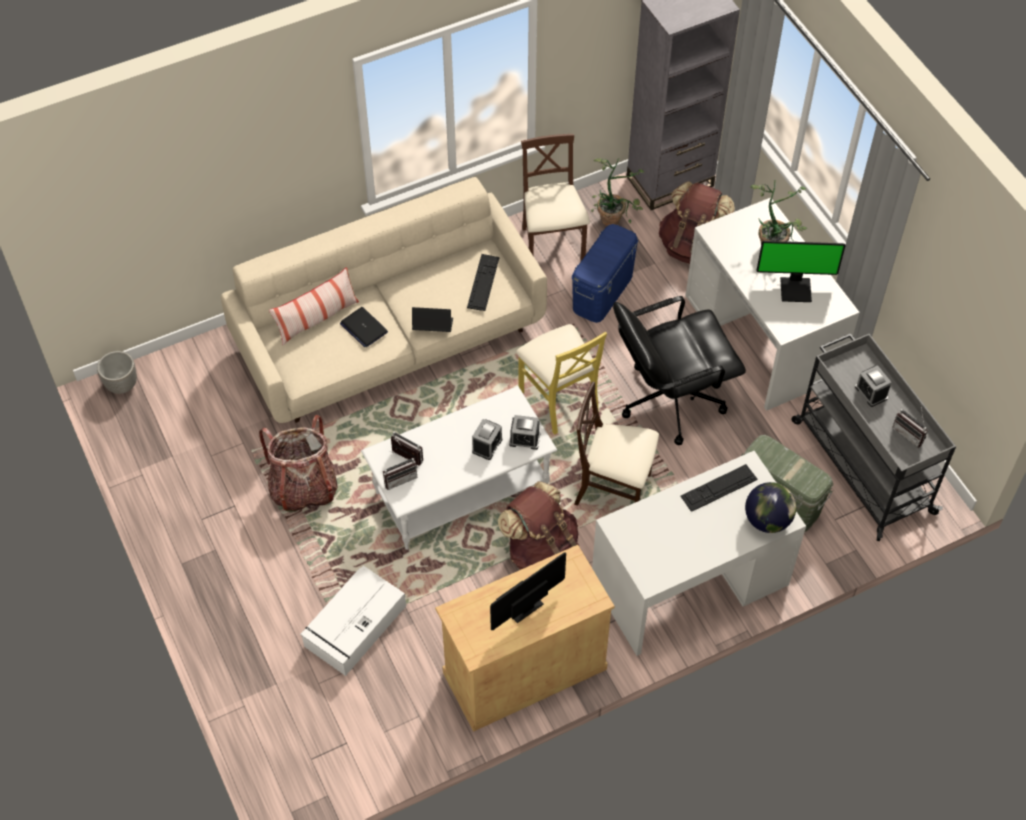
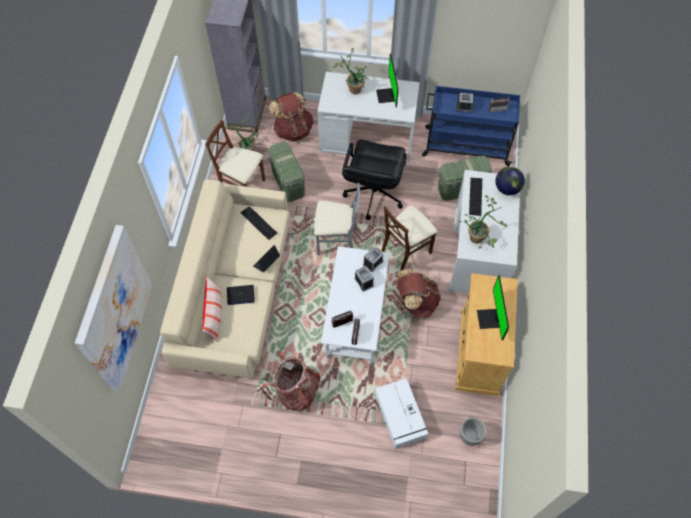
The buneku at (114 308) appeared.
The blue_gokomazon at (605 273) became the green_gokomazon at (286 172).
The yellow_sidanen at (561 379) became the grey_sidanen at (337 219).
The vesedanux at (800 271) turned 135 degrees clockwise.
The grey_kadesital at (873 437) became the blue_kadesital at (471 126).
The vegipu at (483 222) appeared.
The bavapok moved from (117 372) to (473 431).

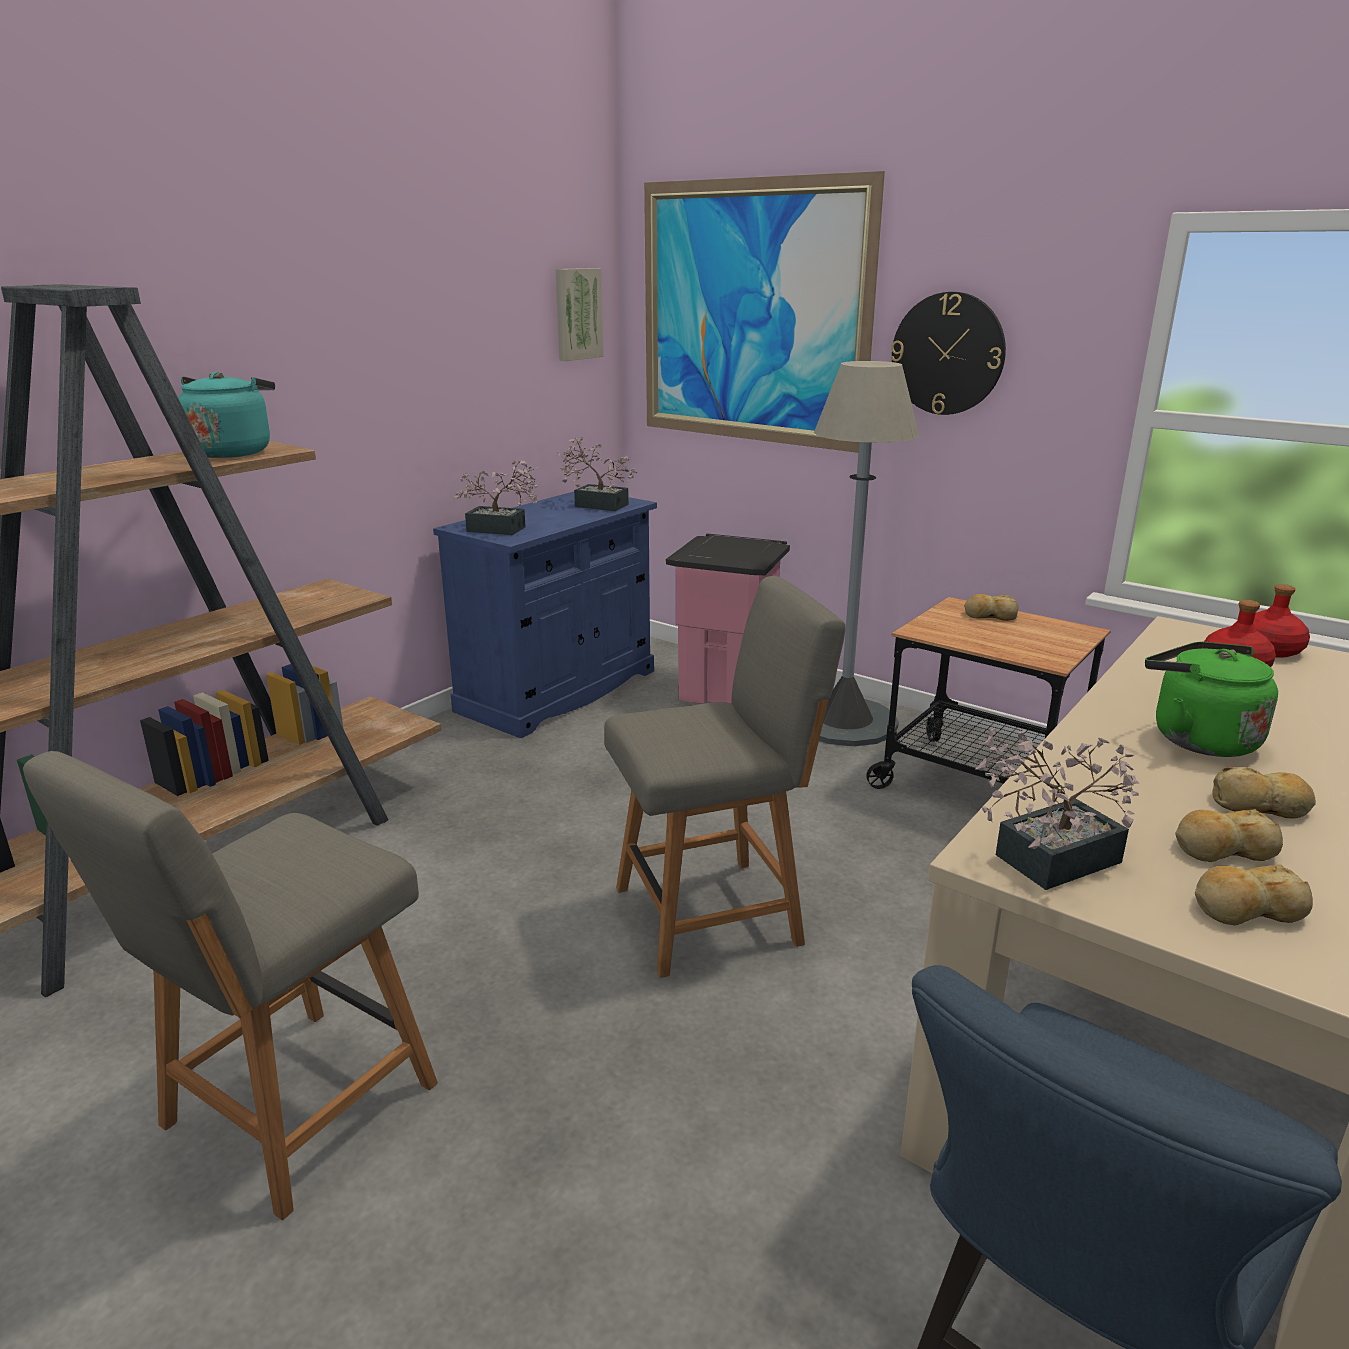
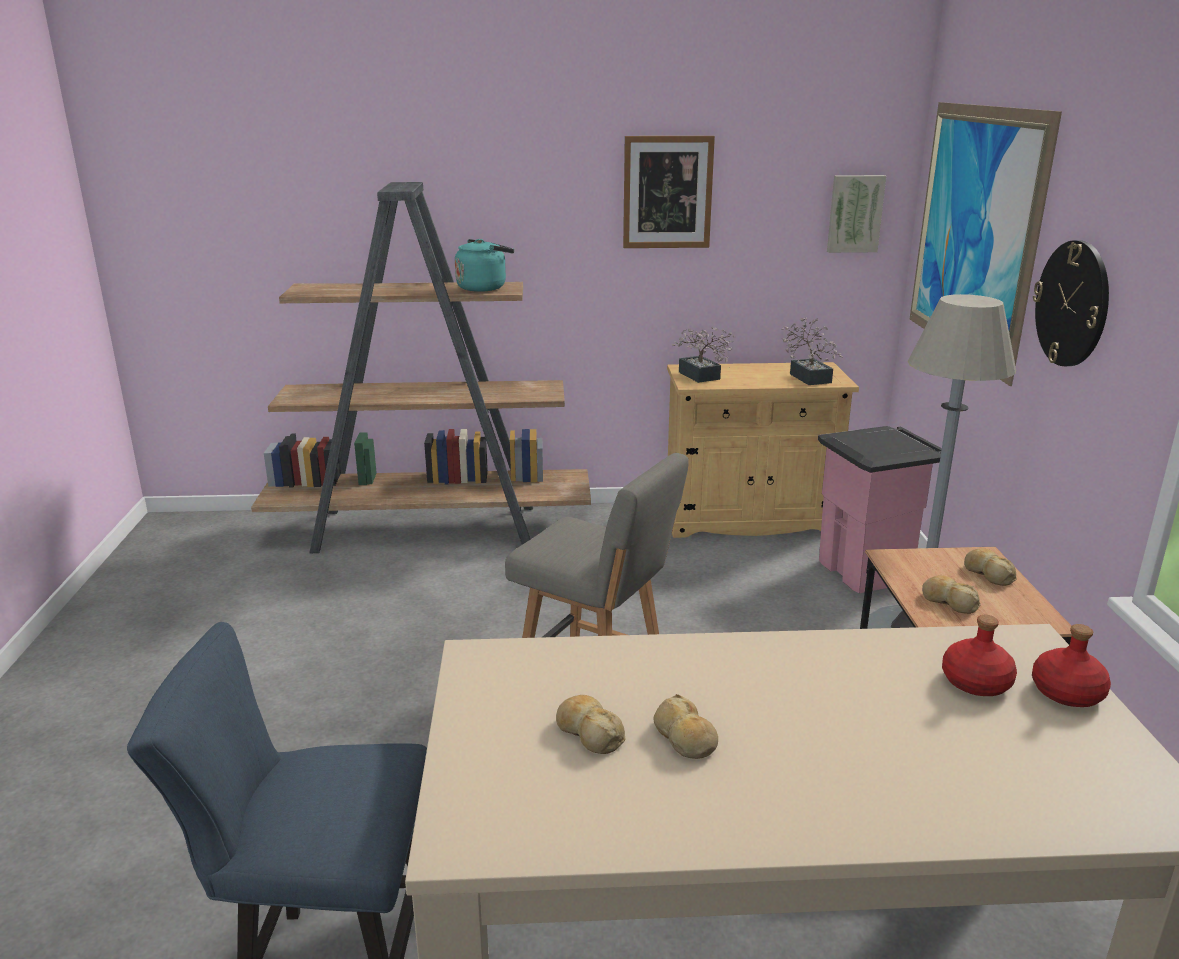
The buneku at (669 192) appeared.
The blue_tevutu at (545 615) became the beige_tevutu at (763 450).
The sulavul moved from (1254 895) to (951 594).
The grey_sidanen at (230 985) disappeared.
The vegipu at (1057 809) disappeared.
The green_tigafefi at (1211 699) disappeared.

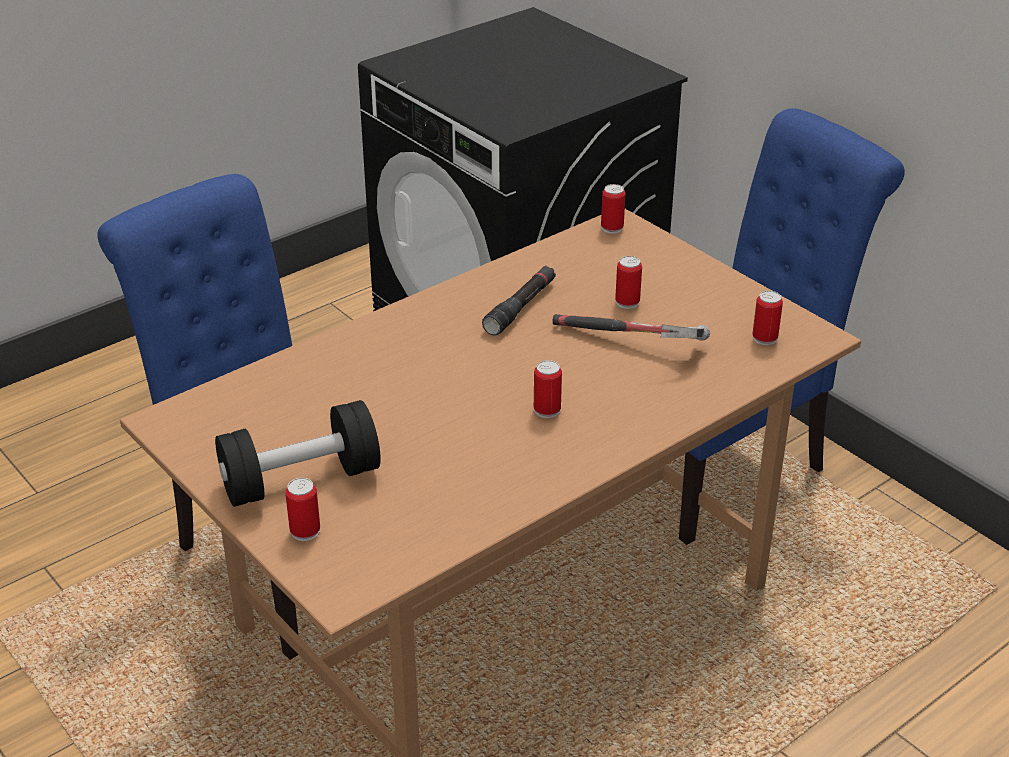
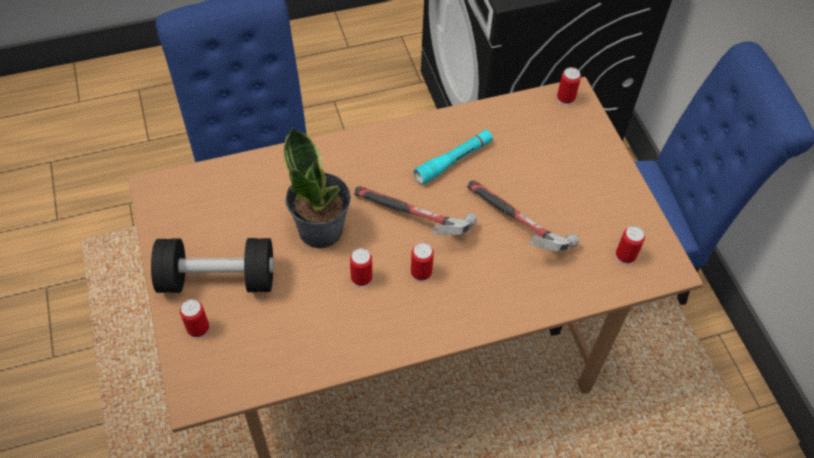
The vegipu at (317 188) appeared.
The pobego moved from (628 282) to (361 267).
The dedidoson at (415 210) appeared.
The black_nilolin at (519 301) became the turquoise_nilolin at (453 157).

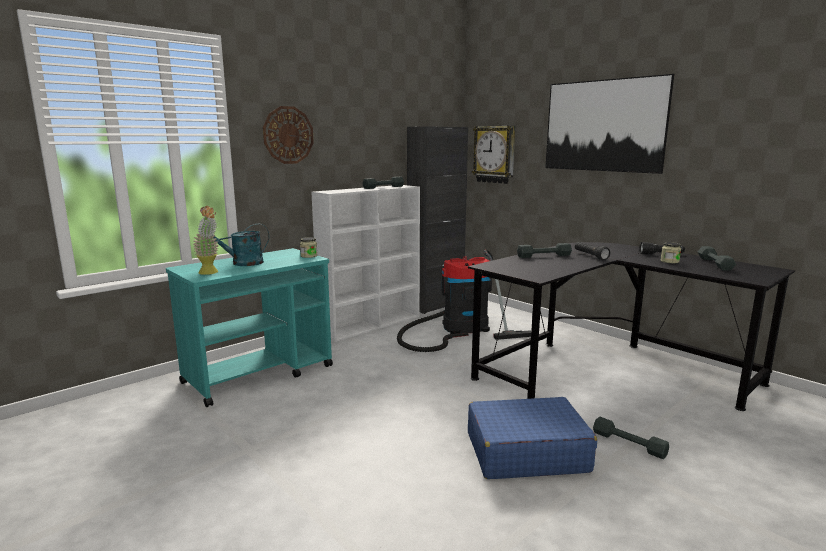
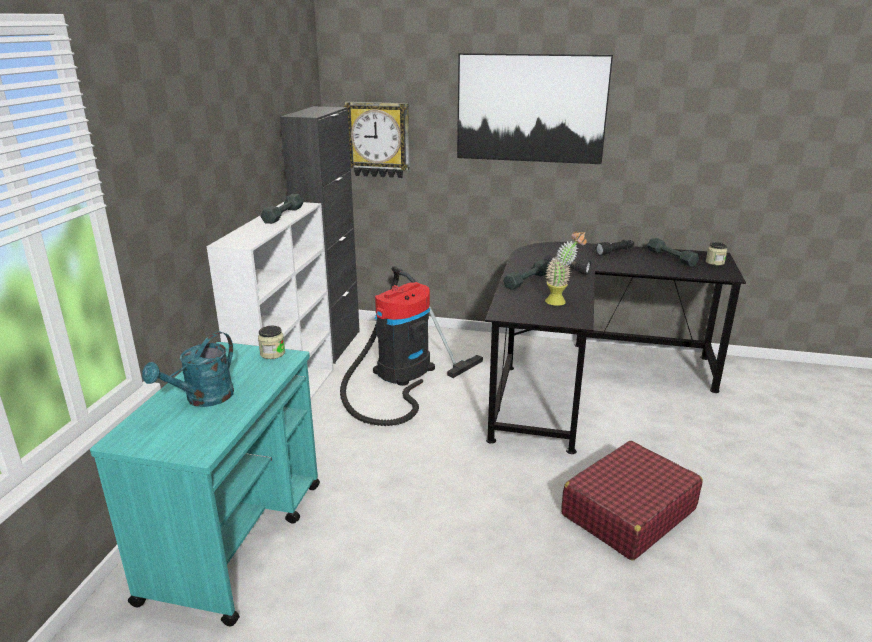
The vegipu moved from (206 240) to (566 268).
The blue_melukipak at (532 438) became the red_melukipak at (632 500).
The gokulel moved from (670 252) to (716 253).
The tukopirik at (288 135) disappeared.
The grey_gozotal at (631 438) disappeared.

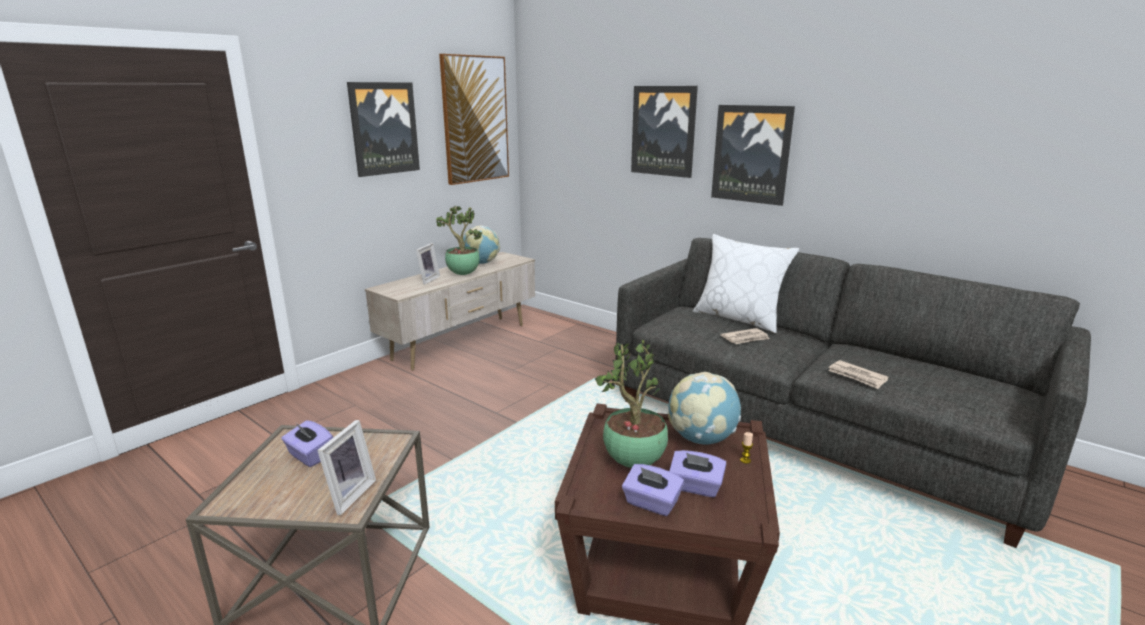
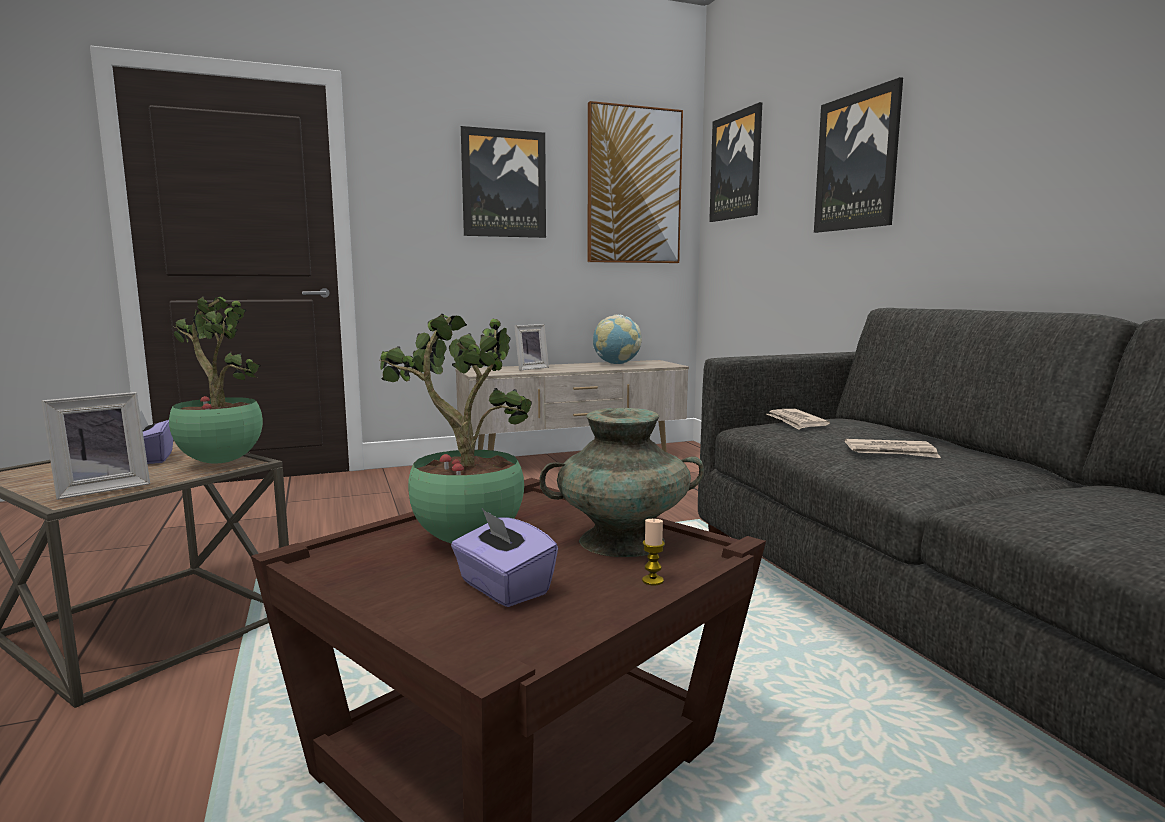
The vegipu moved from (459 240) to (216 380).
The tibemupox at (704 408) was replaced by the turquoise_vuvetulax at (621 482).
The buneku moved from (753 155) to (735 162).
The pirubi moved from (858 374) to (798 419).
The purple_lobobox at (653 490) disappeared.
The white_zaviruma at (746 284) disappeared.

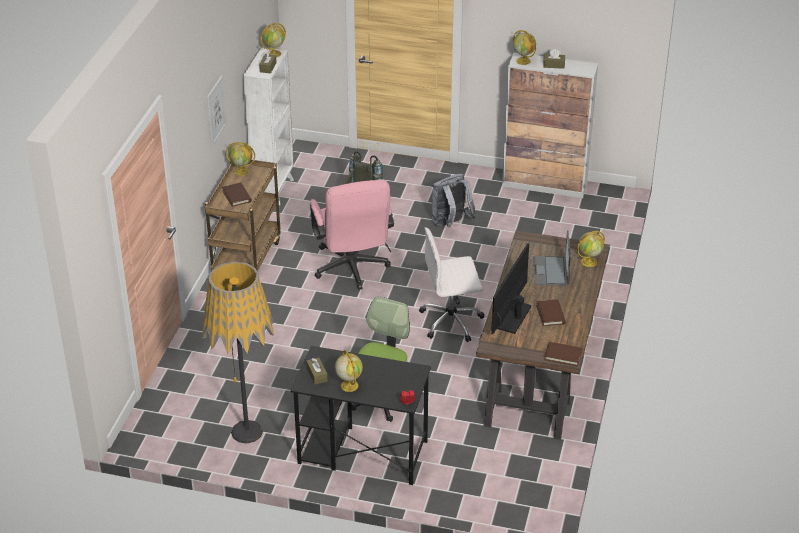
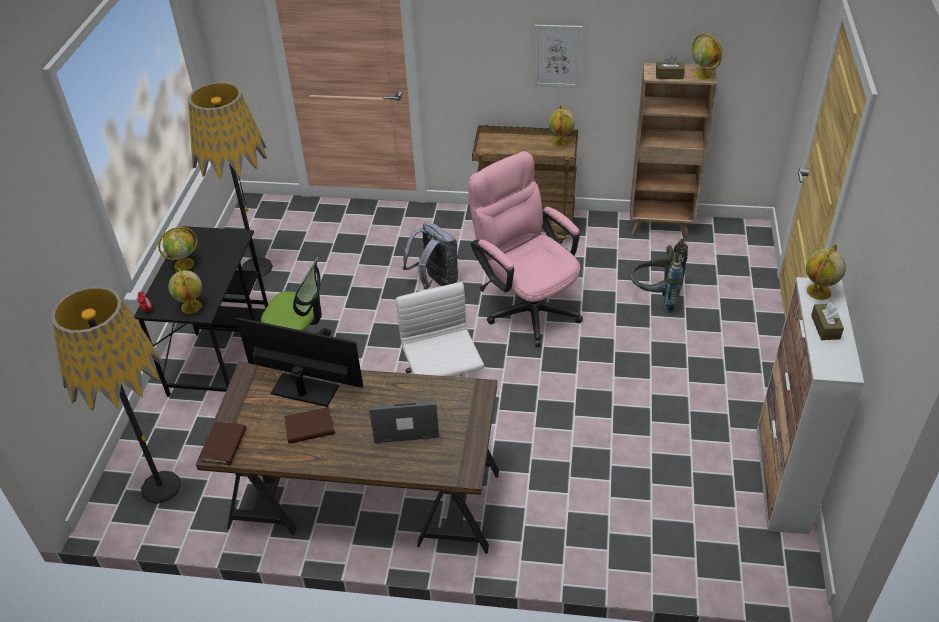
The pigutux at (116 395) appeared.
The tibemupox moved from (591 249) to (185 290).
The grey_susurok moved from (454 200) to (430 255).
The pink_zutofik at (352 235) turned 75 degrees clockwise.
The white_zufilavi at (268 126) became the brown_zufilavi at (673 150).
The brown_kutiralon at (237 194) disappeared.
The brown_lobobox at (316 371) disappeared.

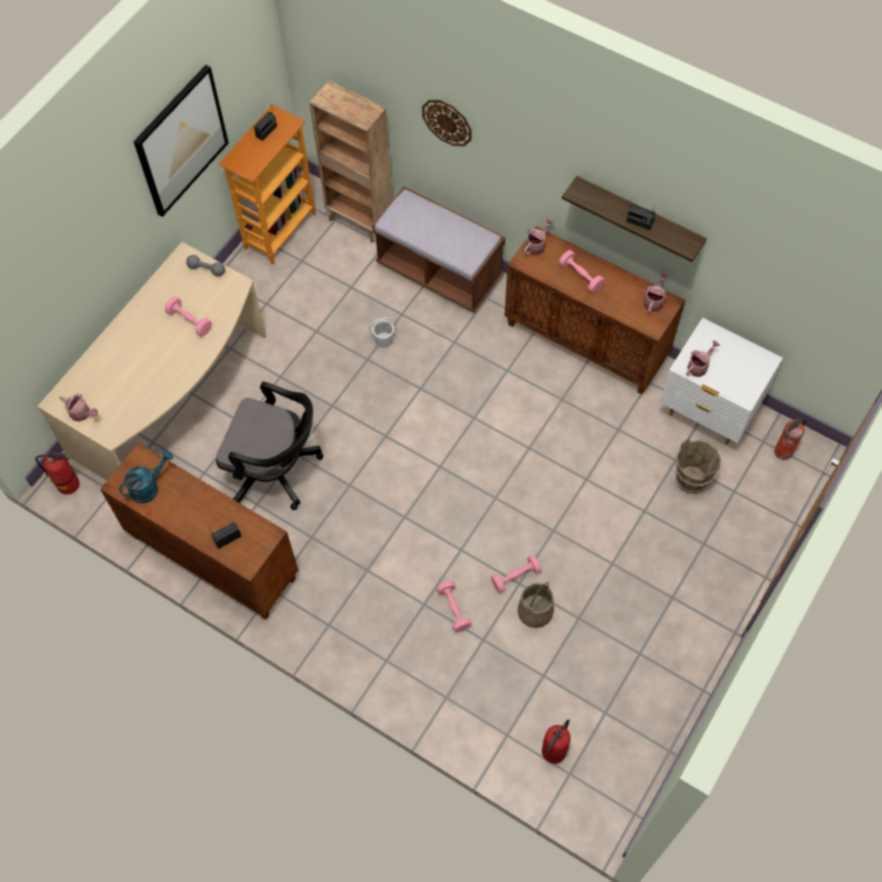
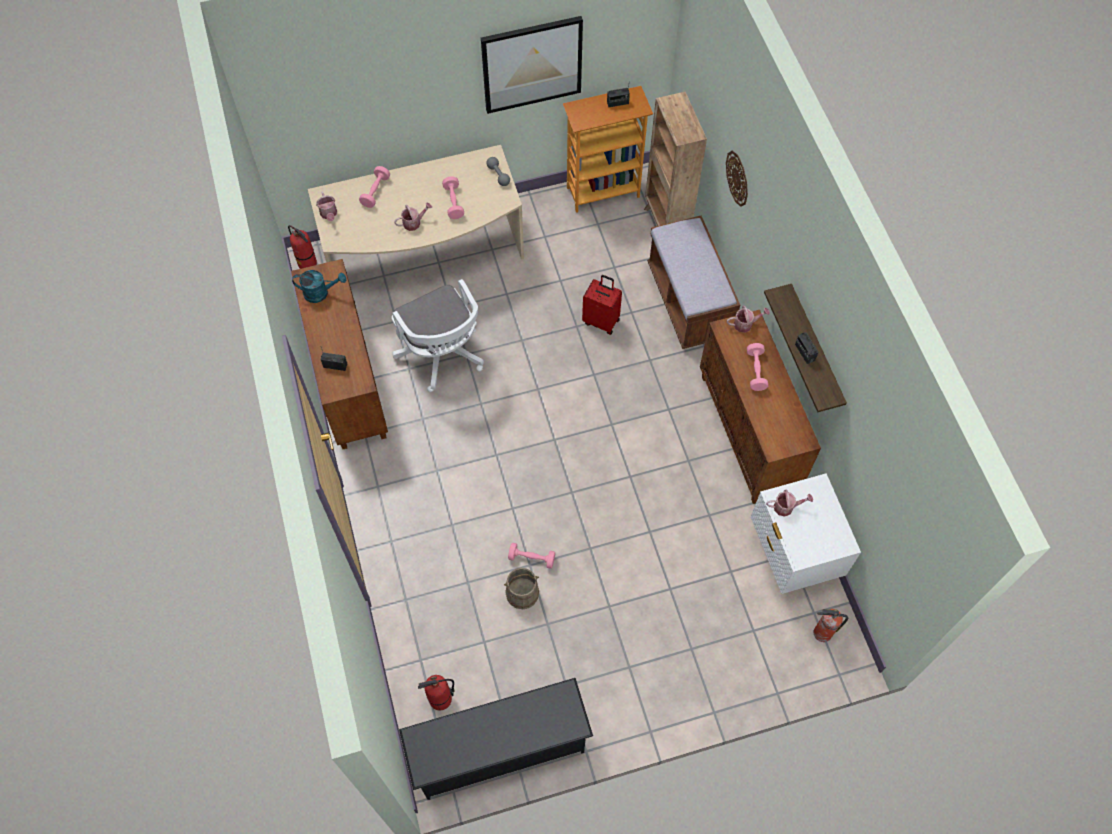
The pink_gozotal moved from (454 606) to (374 187).
The black_zutofik at (269 446) became the white_zutofik at (438 335).
The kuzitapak moved from (656 292) to (413 216).
The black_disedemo at (496 739) appeared.
The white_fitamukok at (383 332) was replaced by the red_melukipak at (602 305).
The brown_fitamukok at (698 465) disappeared.

